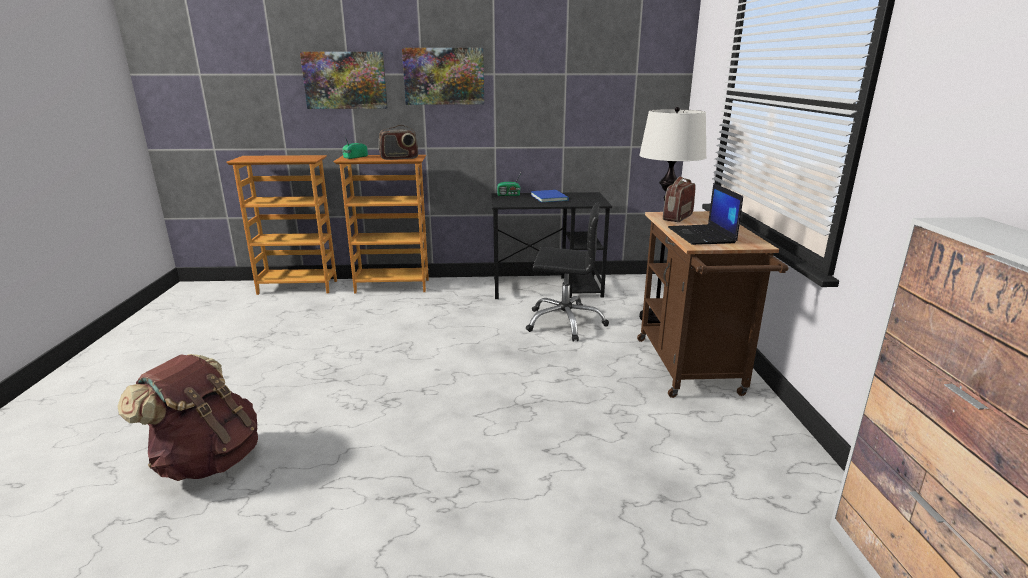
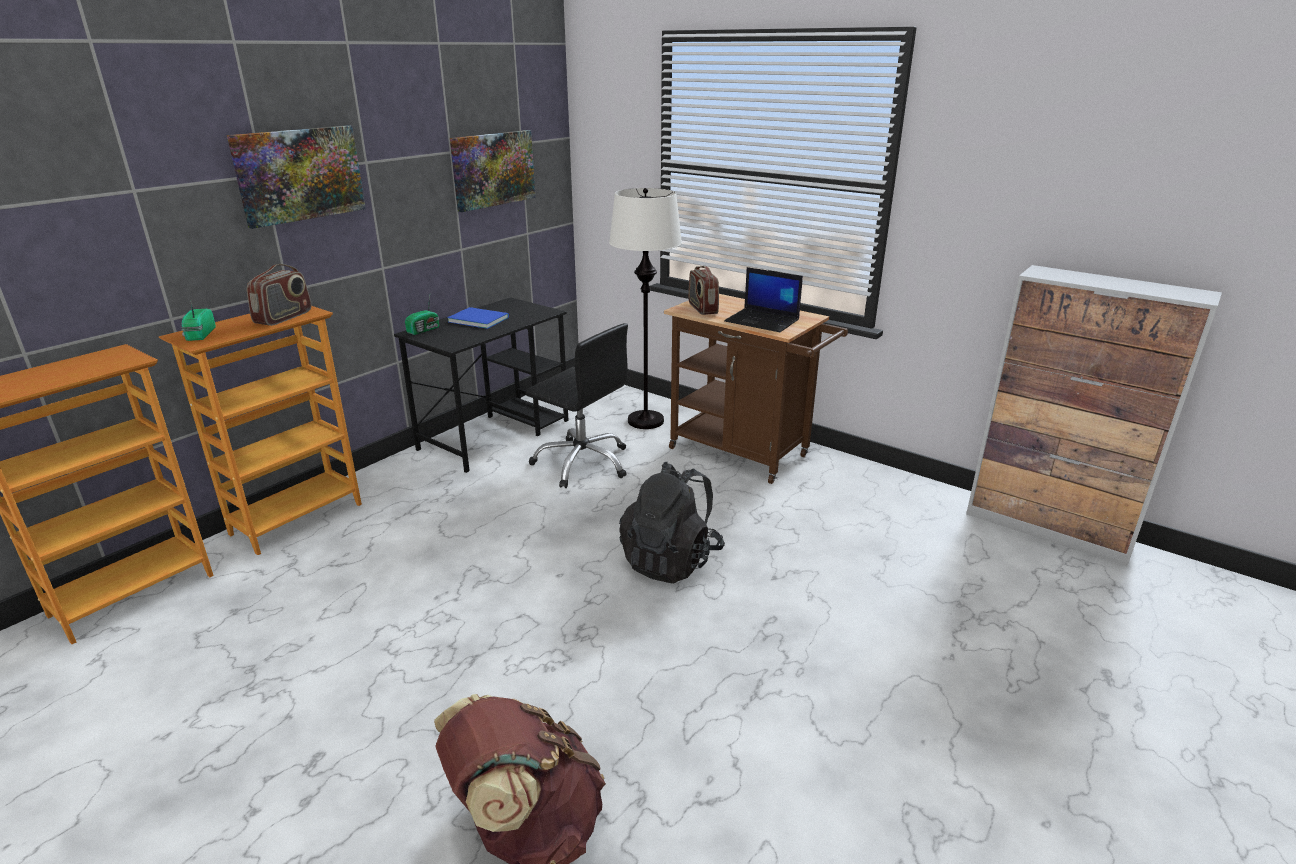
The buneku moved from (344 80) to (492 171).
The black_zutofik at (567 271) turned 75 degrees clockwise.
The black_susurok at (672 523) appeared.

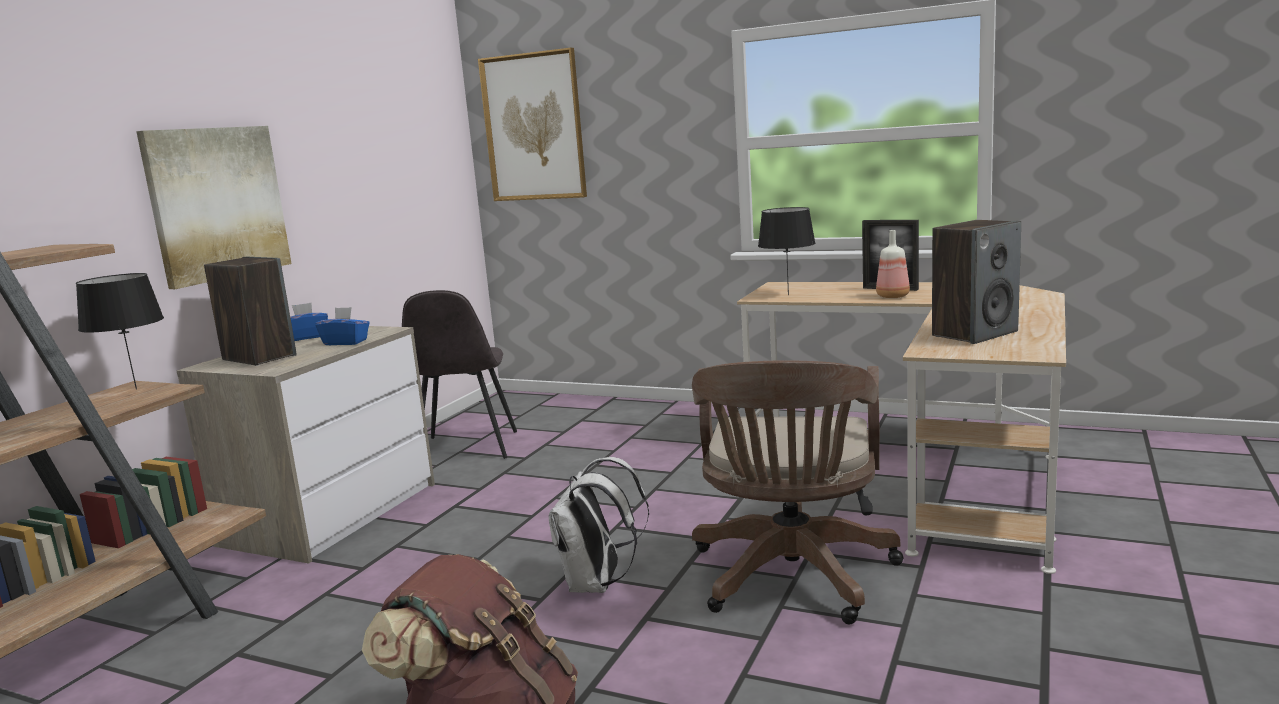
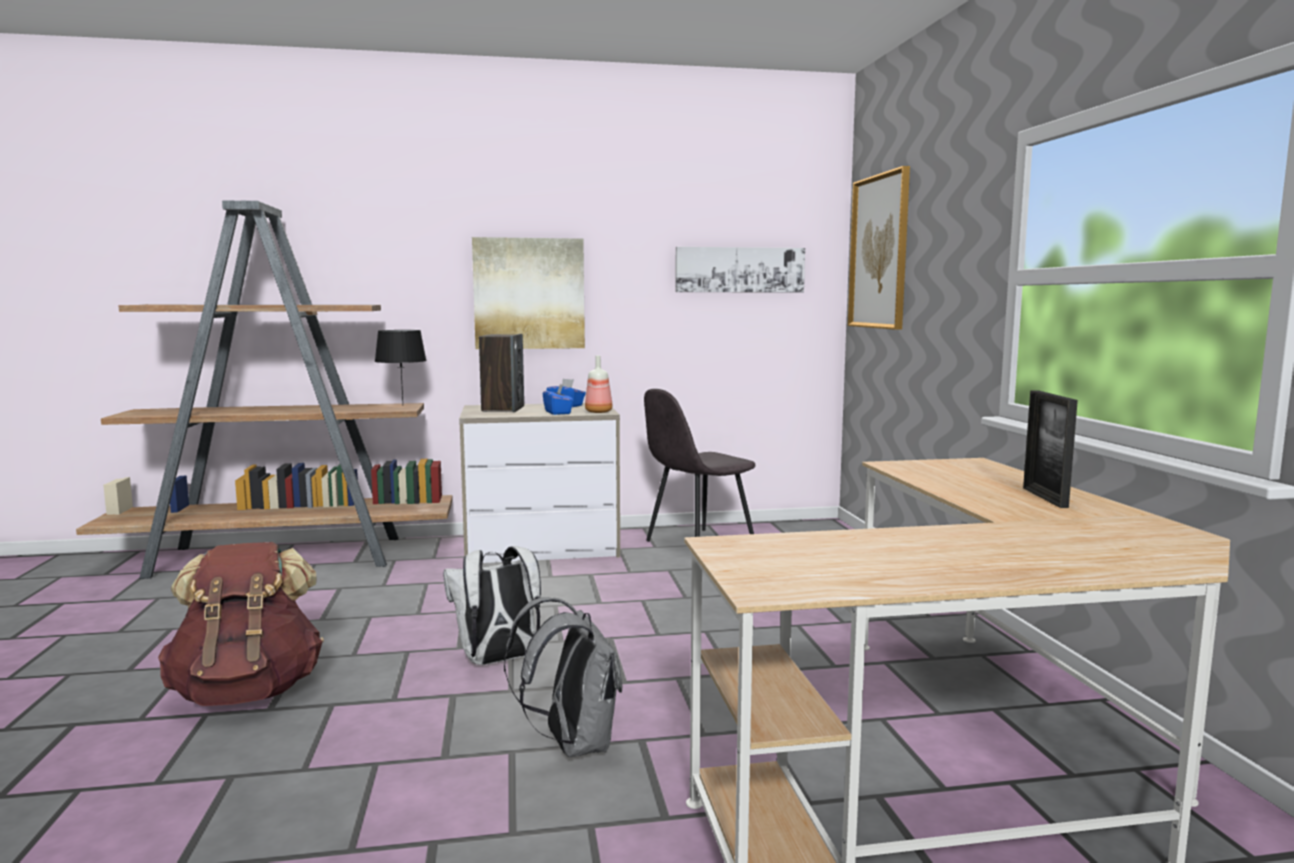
The brown_zutofik at (797 492) was replaced by the grey_susurok at (563 677).
The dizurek moved from (893 264) to (598 384).
The buneku at (740 269) appeared.
The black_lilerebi at (787 251) disappeared.
The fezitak at (976 282) disappeared.

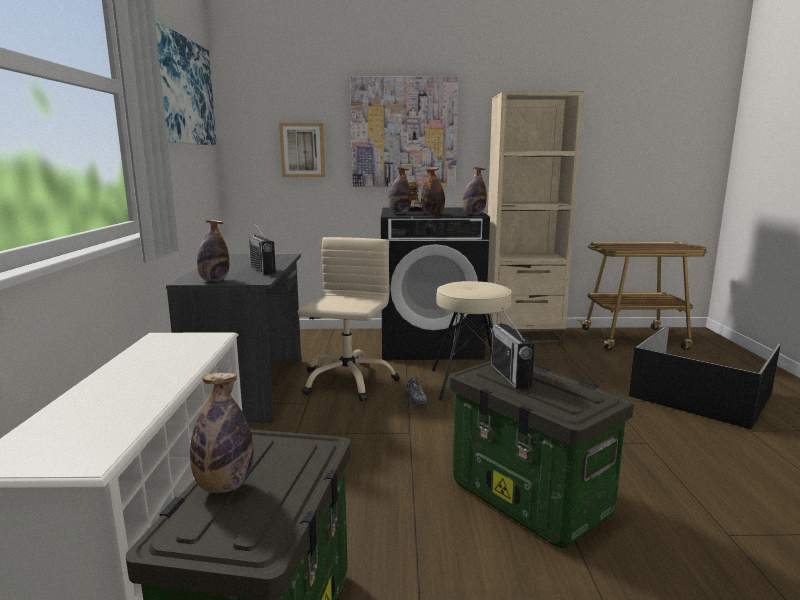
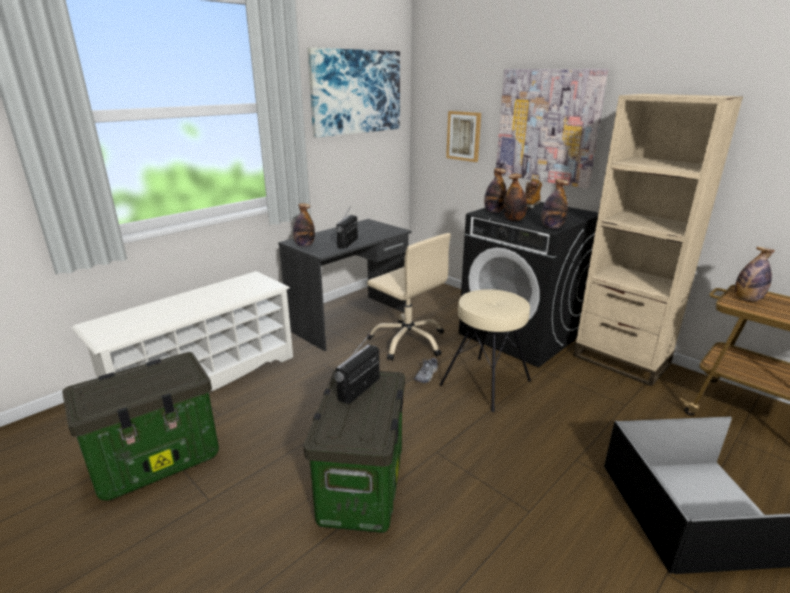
The beige_zutofik at (349 319) turned 75 degrees clockwise.
The dizurek moved from (222 433) to (755 274).

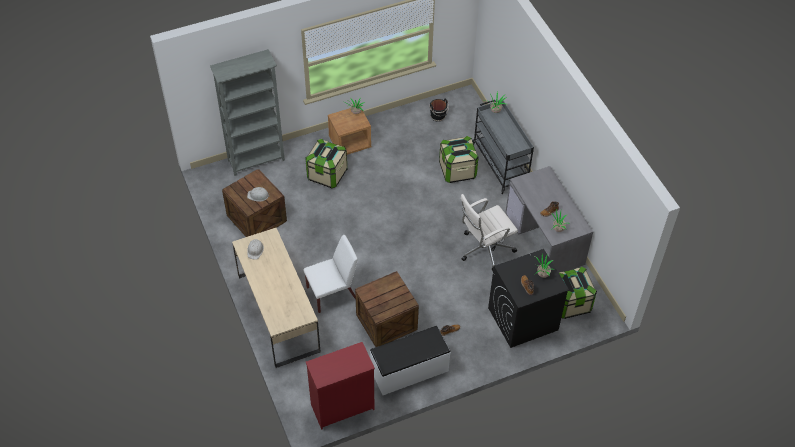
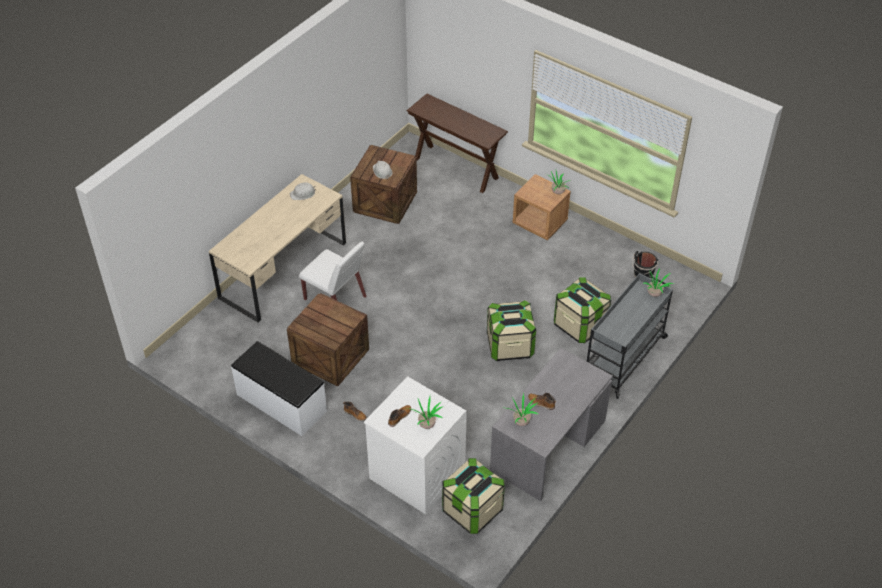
The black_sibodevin at (528 298) became the white_sibodevin at (415 445).
The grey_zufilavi at (247 112) was replaced by the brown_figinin at (457 143).
The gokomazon moved from (326 164) to (511 330).
The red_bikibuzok at (340 386) disappeared.
The white_zutofik at (489 232) disappeared.

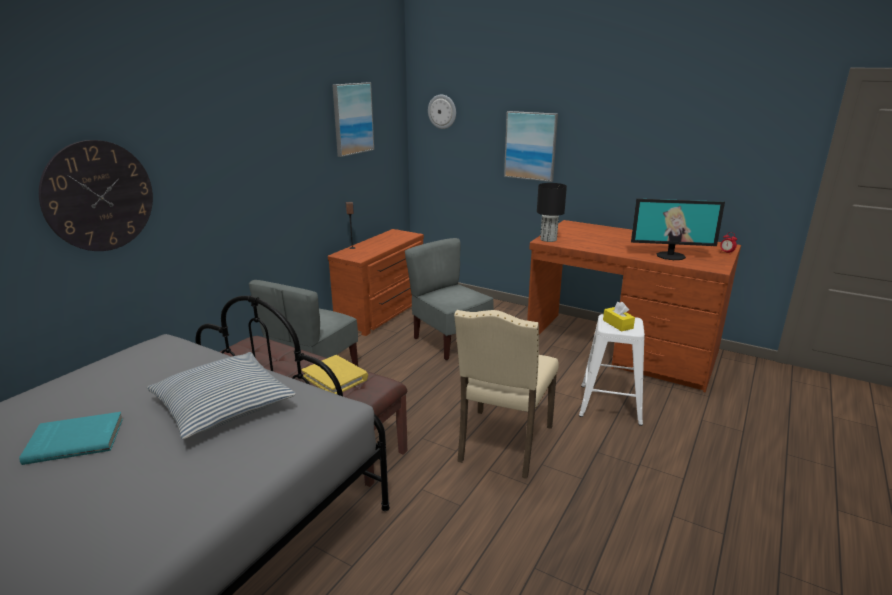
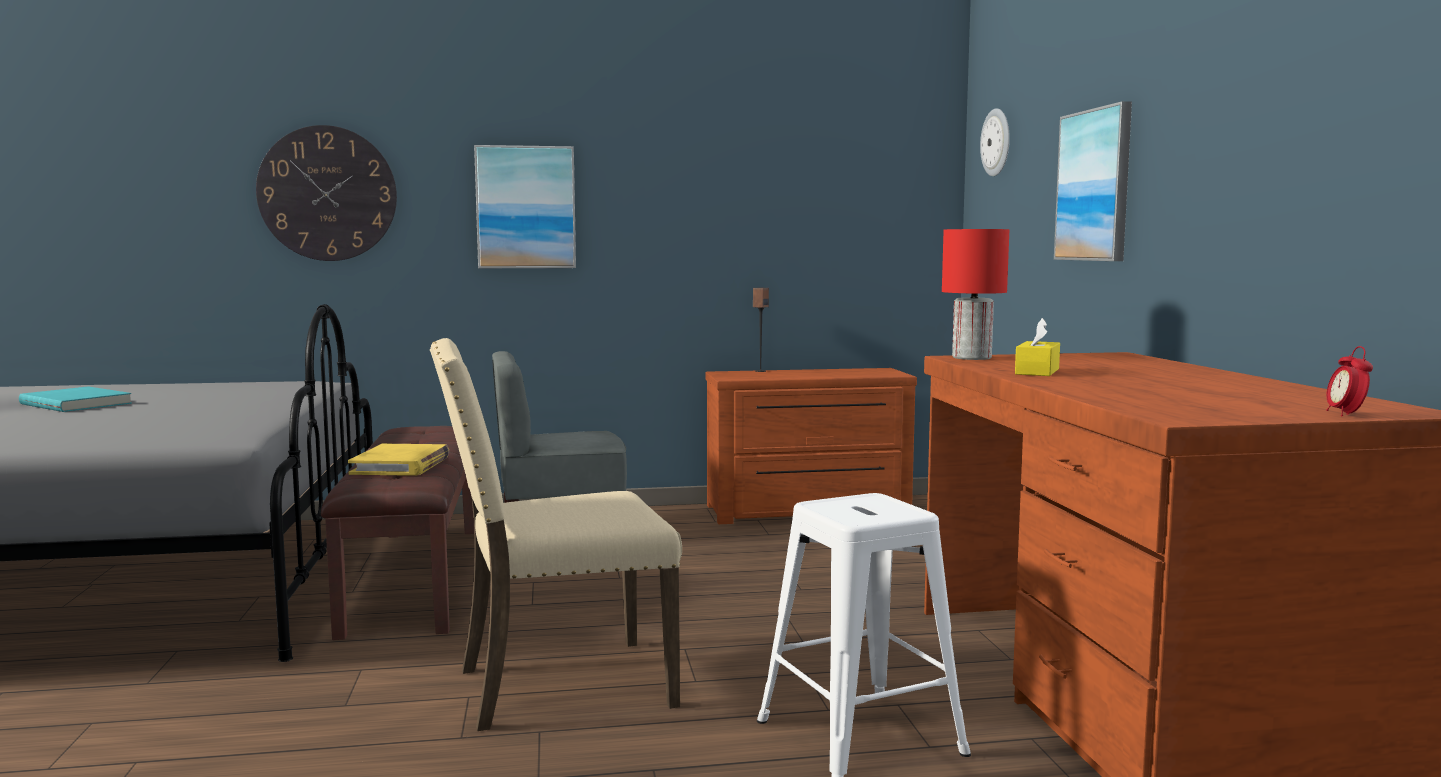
The buneku moved from (353 120) to (525 206).
The black_lilerebi at (552 212) became the red_lilerebi at (975 294).
The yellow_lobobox moved from (619 317) to (1037 347).
The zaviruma at (221 395) disappeared.
The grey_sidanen at (449 299) disappeared.
The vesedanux at (678 229) disappeared.

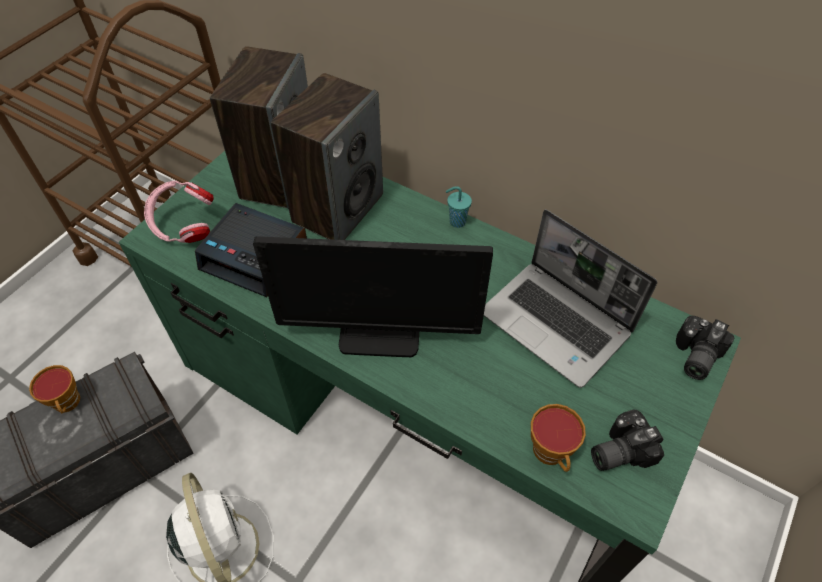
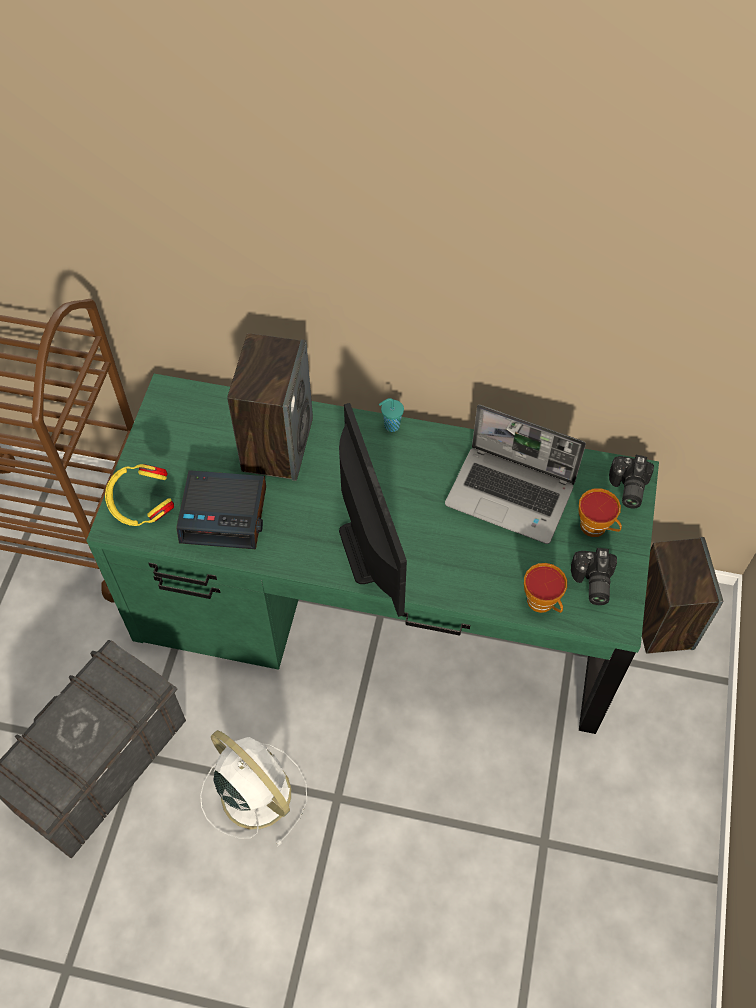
The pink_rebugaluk at (179 212) became the yellow_rebugaluk at (139 495).
The vesedanux at (373 296) turned 90 degrees counterclockwise.
The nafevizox at (627 440) turned 45 degrees counterclockwise.
The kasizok moved from (54 389) to (600 512).
The fezitak moved from (259 127) to (682 595).

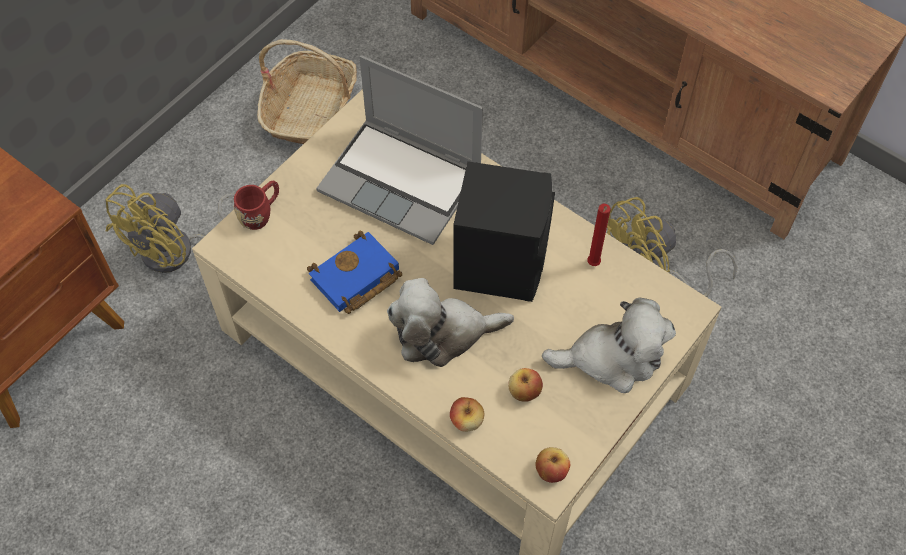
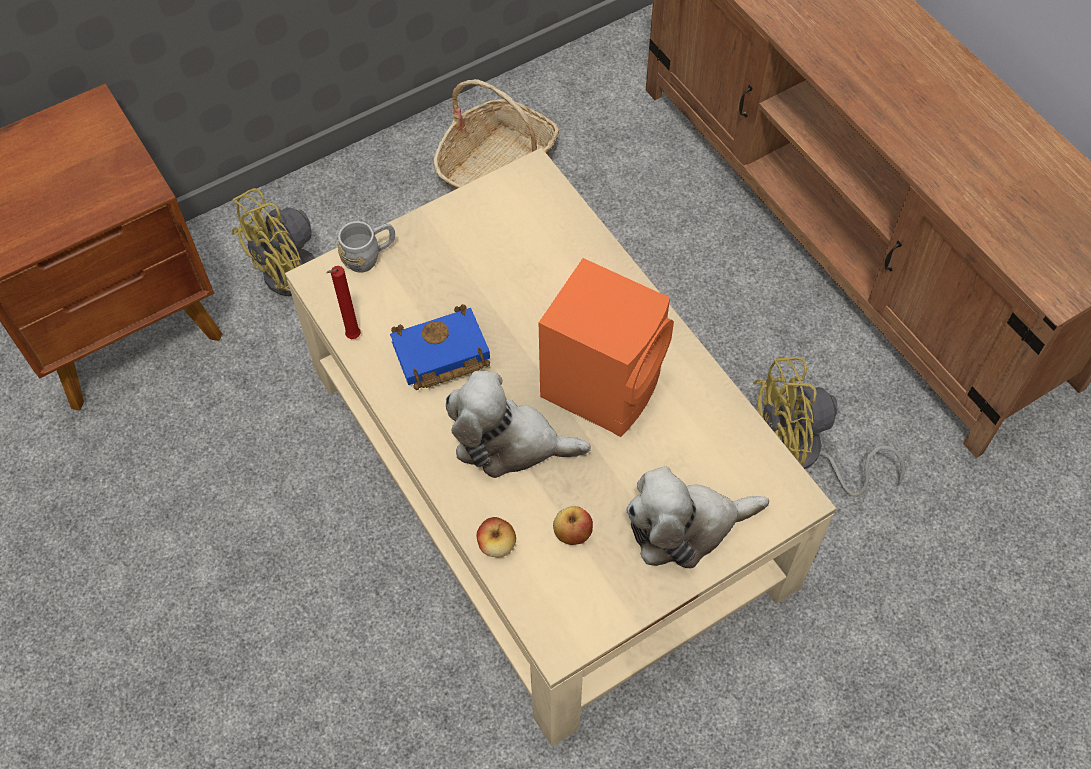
The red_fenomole moved from (598 235) to (343 302).
The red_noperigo at (256 205) became the grey_noperigo at (366 247).
The black_fezitak at (504 231) became the orange_fezitak at (606 347).
The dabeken at (609 345) turned 150 degrees clockwise.
The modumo at (399 150) disappeared.
The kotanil at (552 465) disappeared.

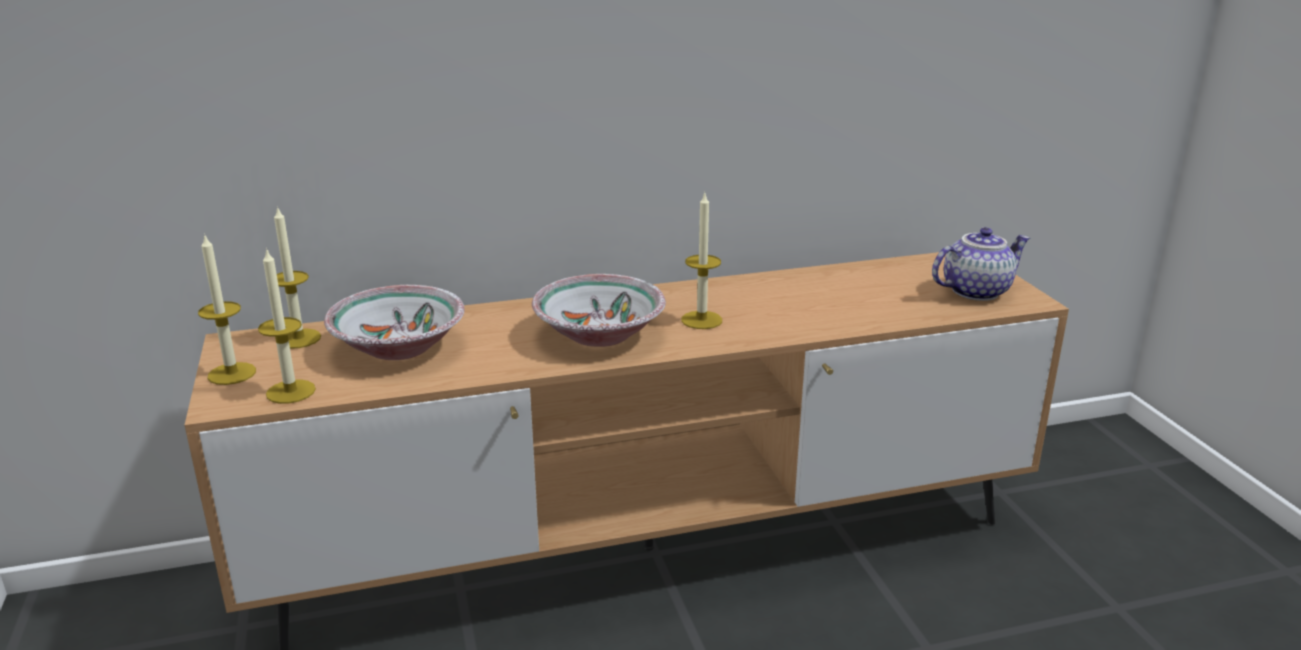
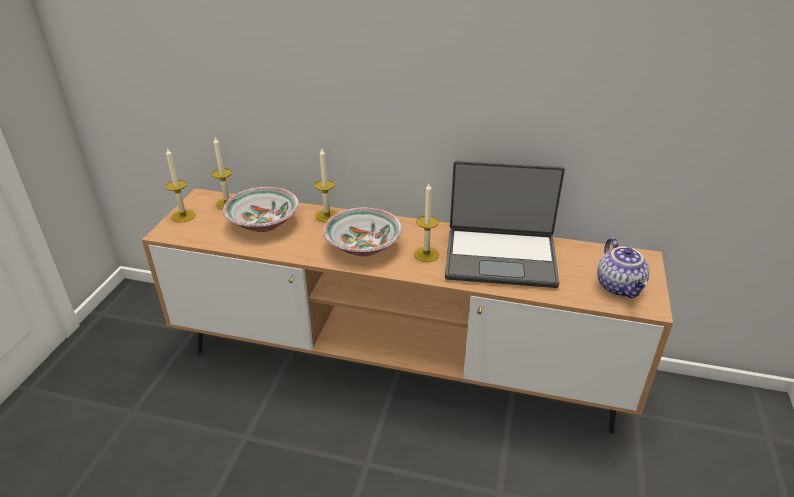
The fenomole moved from (287 326) to (325 185).
The modumo at (505 224) appeared.
The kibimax at (981 264) turned 75 degrees clockwise.

